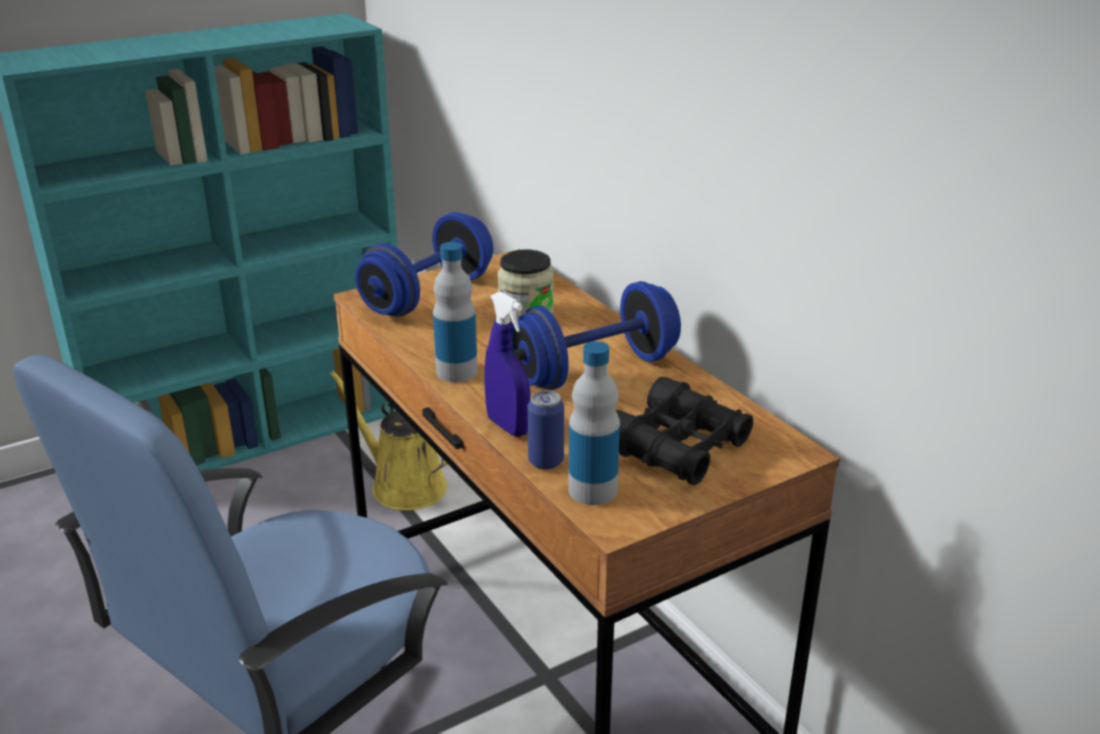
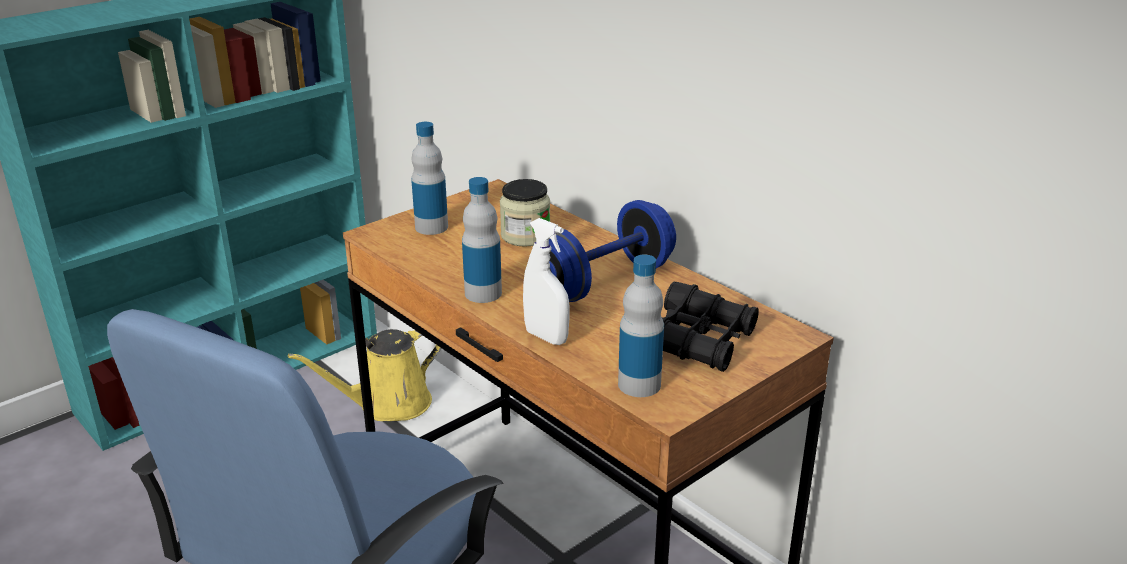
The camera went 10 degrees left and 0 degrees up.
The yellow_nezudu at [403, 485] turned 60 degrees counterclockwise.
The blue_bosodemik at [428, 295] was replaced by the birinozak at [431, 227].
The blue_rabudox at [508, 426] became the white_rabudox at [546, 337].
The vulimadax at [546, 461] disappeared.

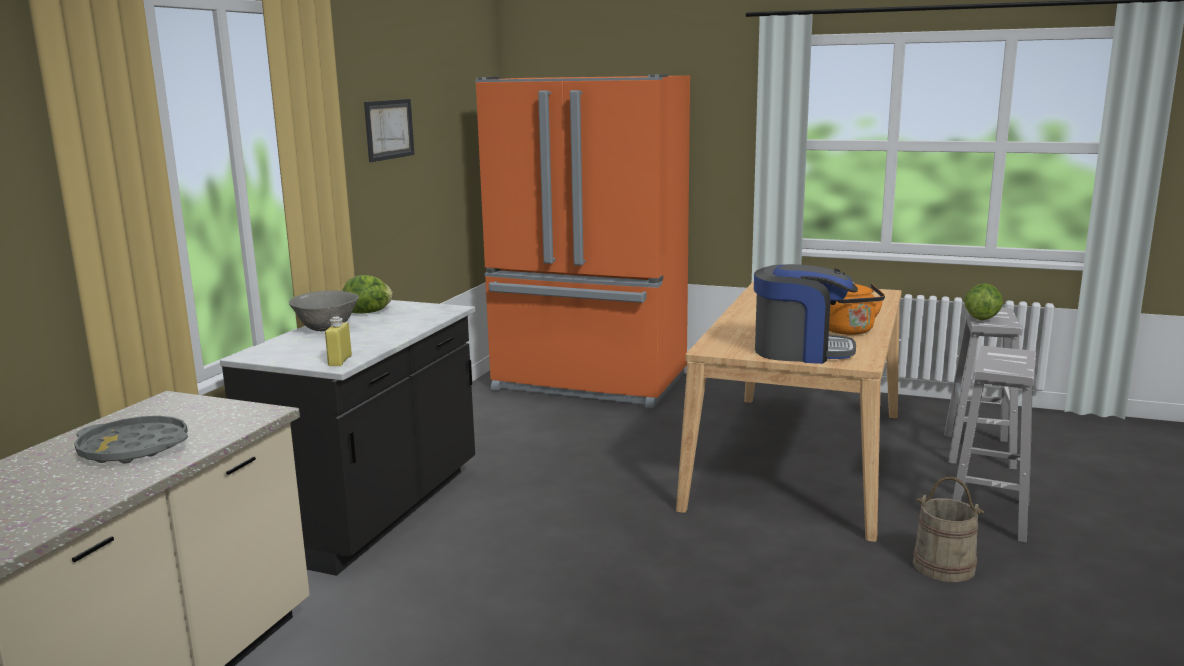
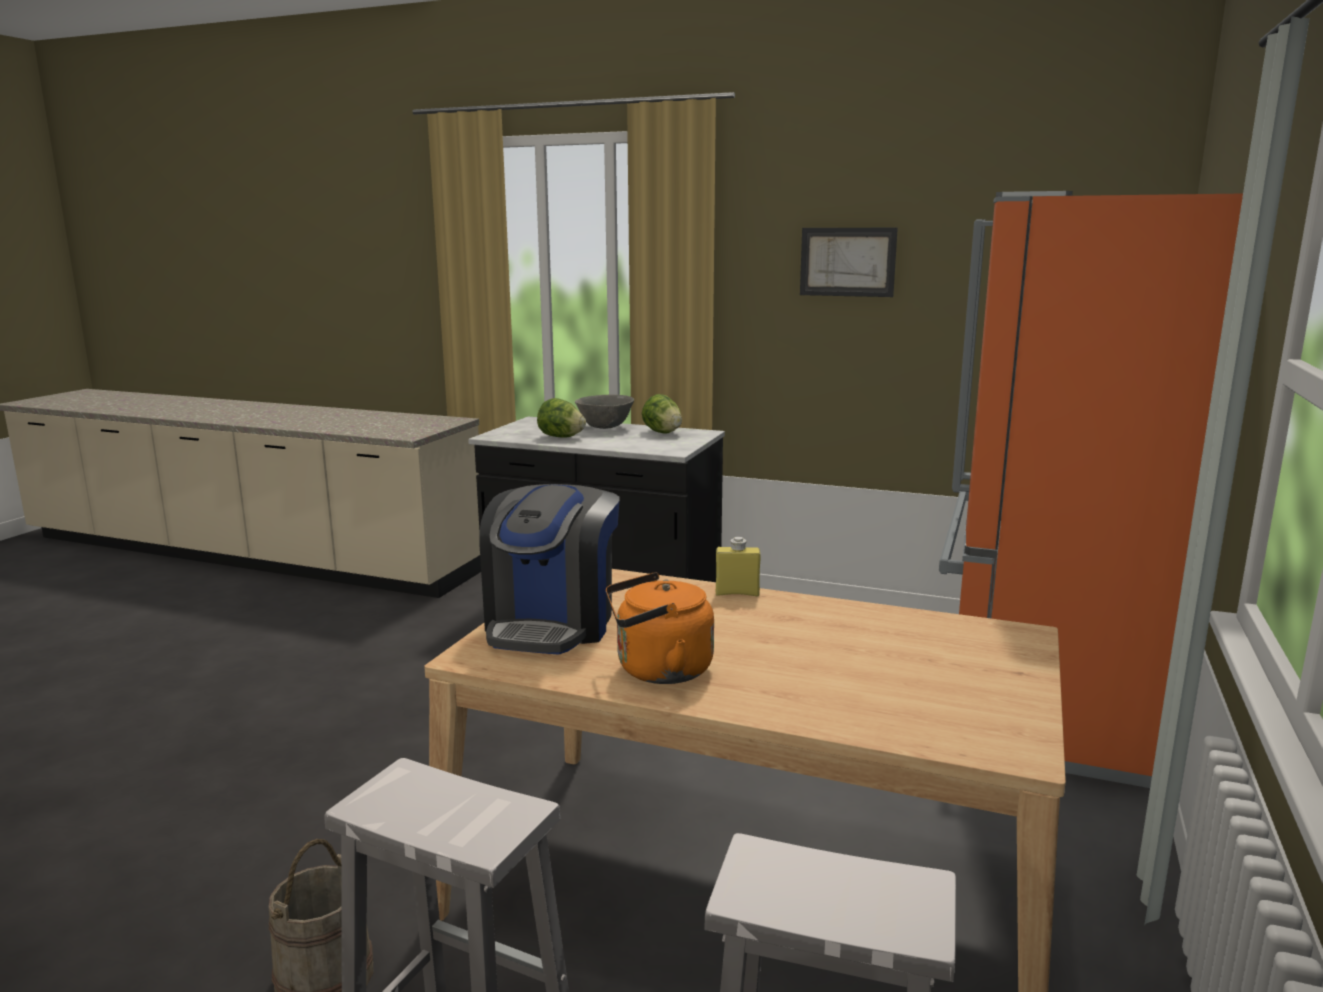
The camera went 90 degrees right and 0 degrees up.
The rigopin moved from [981, 318] to [561, 437].
The yellow_birinozak moved from [340, 361] to [737, 593].
The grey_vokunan at [134, 448] disappeared.

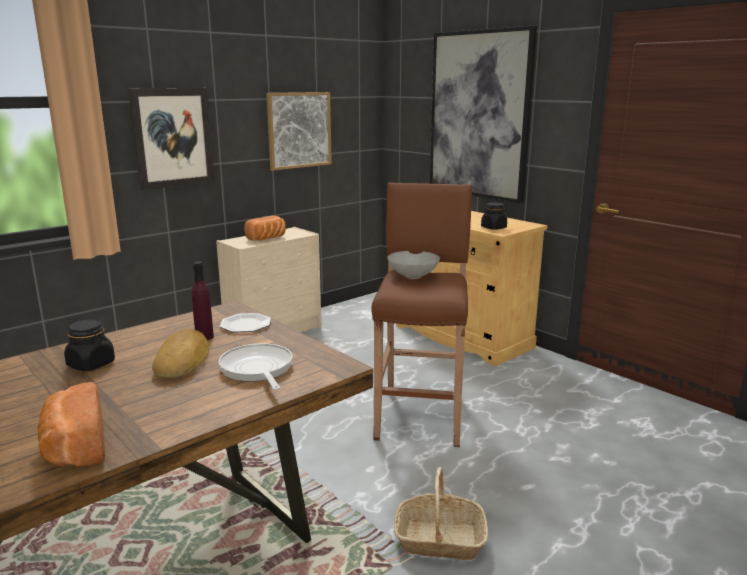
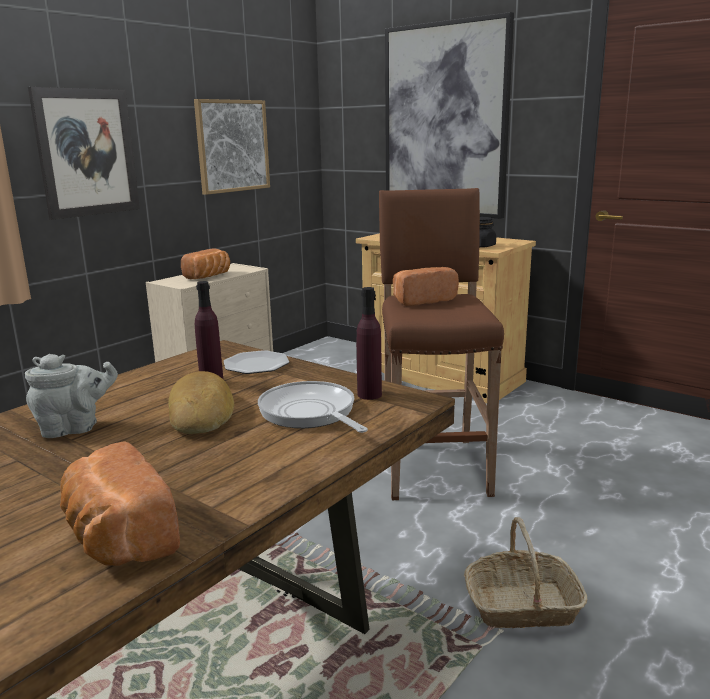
The camera went 10 degrees left and 0 degrees up.
The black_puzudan at [91, 364] was replaced by the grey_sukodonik at [75, 428].
The purple_birinozak at [369, 395] appeared.
The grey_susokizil at [413, 276] was replaced by the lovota at [422, 300].

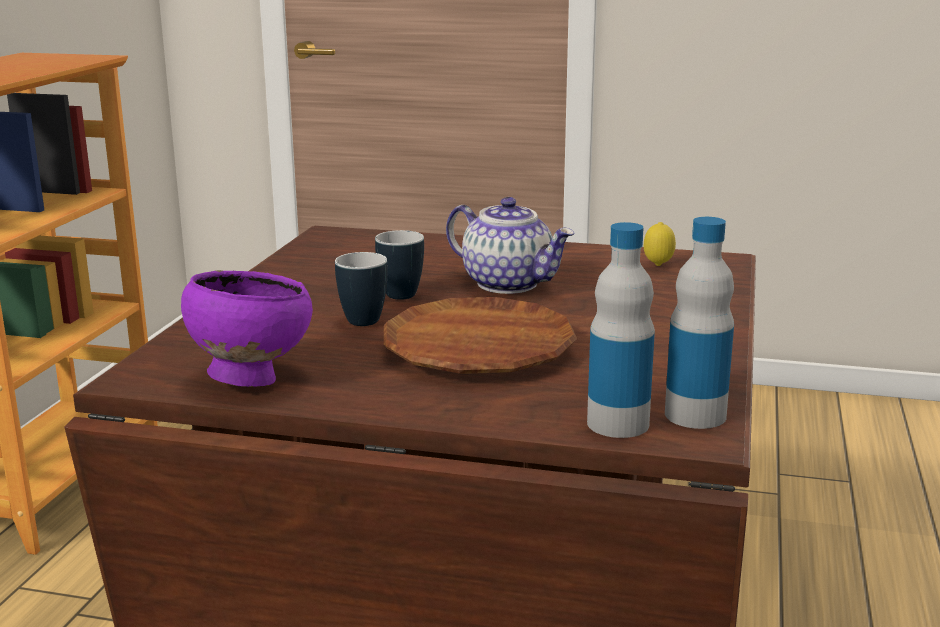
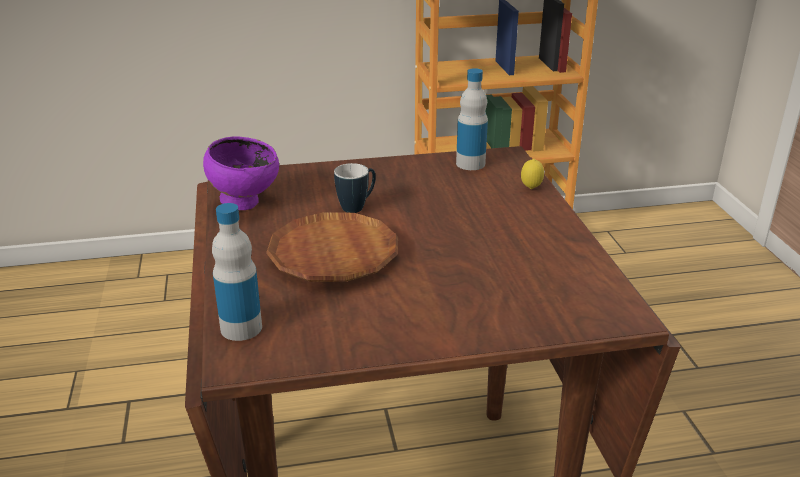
The camera went 65 degrees right and 10 degrees up.
The birinozak moved from [695, 415] to [470, 164].
The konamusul moved from [658, 266] to [531, 188].
The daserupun at [405, 292] disappeared.
The sukodonik at [509, 284] disappeared.

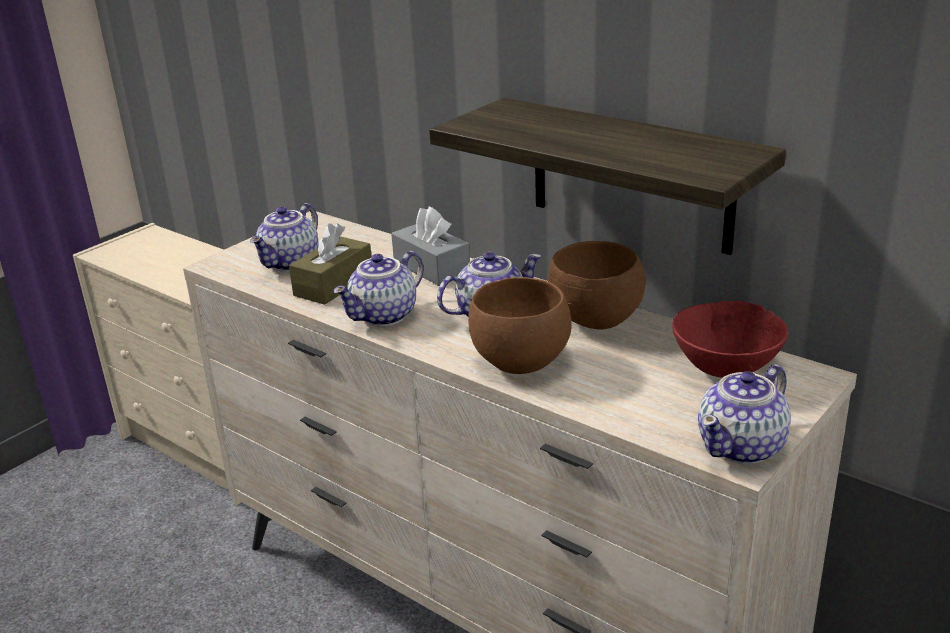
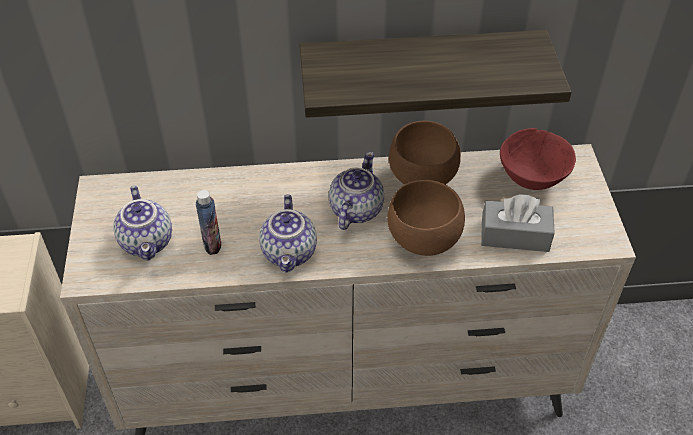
The camera went 45 degrees left and 20 degrees up.
The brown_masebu at [334, 284] was replaced by the birinozak at [212, 244].
The grey_masebu moved from [431, 268] to [515, 235].
The sukodonik at [742, 446] disappeared.

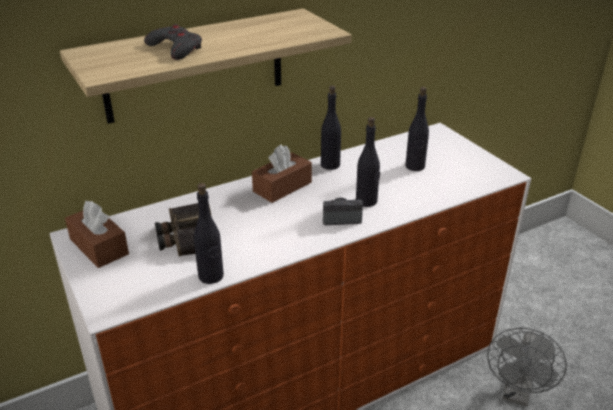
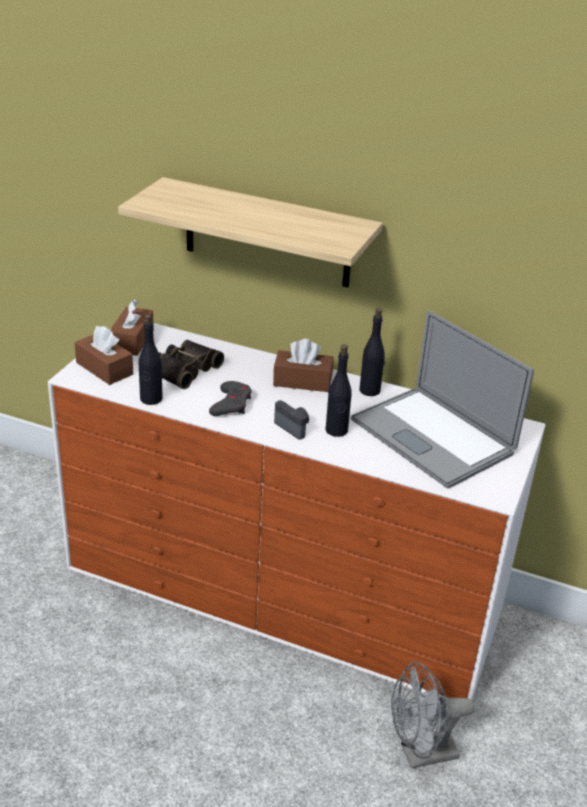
The camera went 50 degrees right and 0 degrees up.
The brown_masebu at [104, 368] appeared.
The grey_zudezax moved from [175, 48] to [231, 404].
The black_birinozak at [415, 166] was replaced by the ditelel at [432, 436].

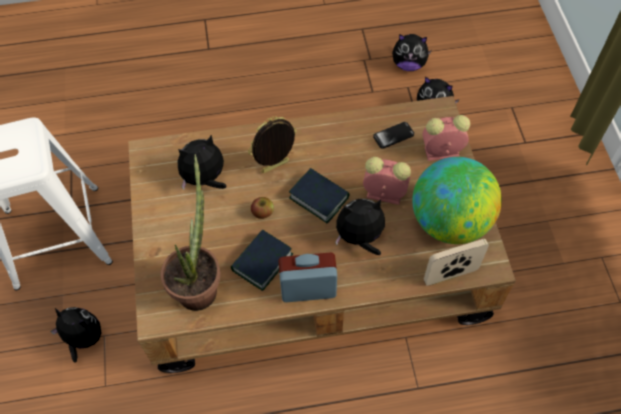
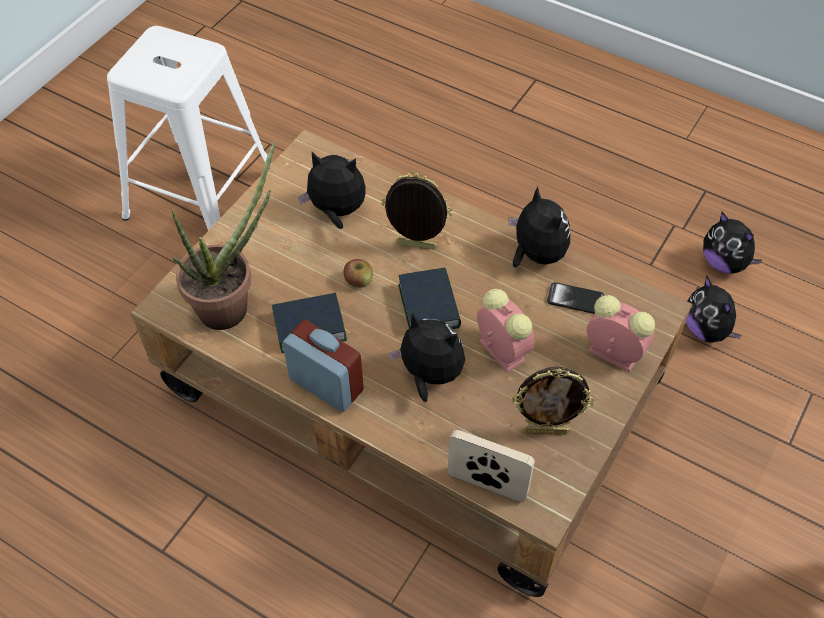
The camera went 40 degrees right and 5 degrees down.
The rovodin moved from [83, 339] to [536, 255].
The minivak at [450, 221] was replaced by the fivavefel at [545, 430].

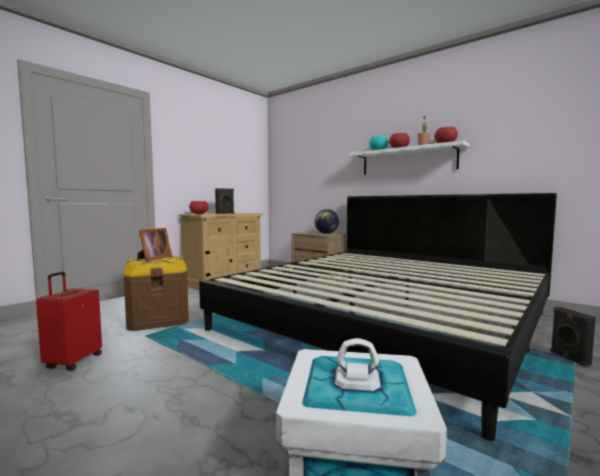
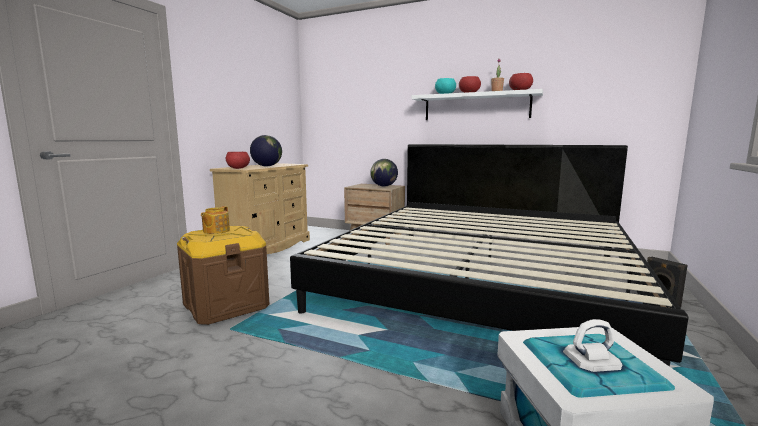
The camera went 15 degrees left and 5 degrees up.
The fivavefel at [153, 258] was replaced by the sukodonik at [215, 231].
The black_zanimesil at [225, 213] was replaced by the minivak at [267, 166].
The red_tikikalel at [73, 362] disappeared.

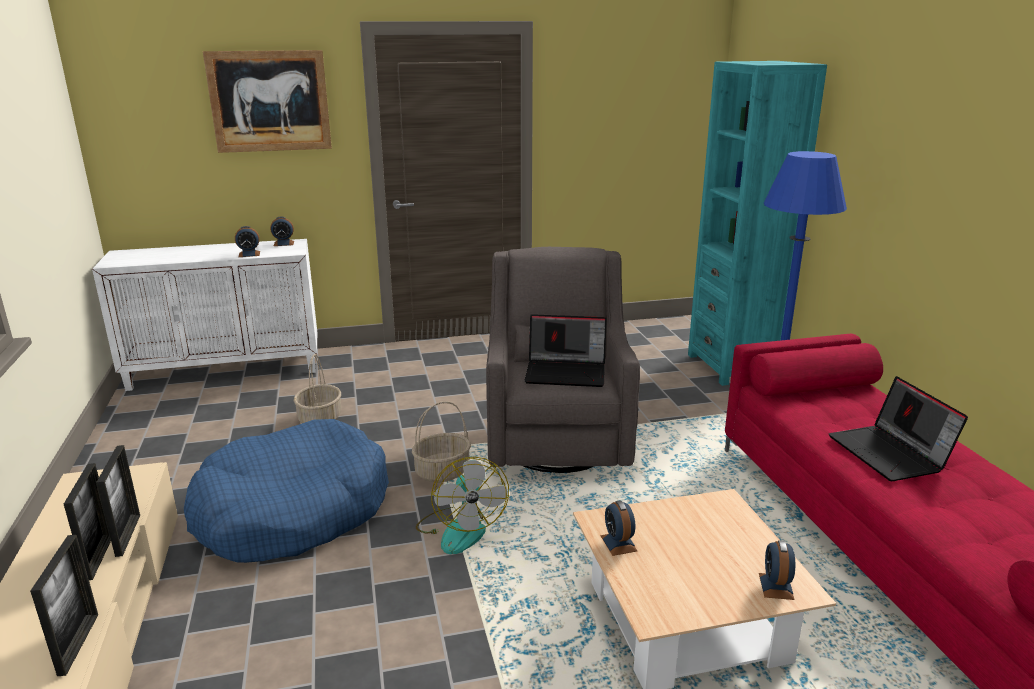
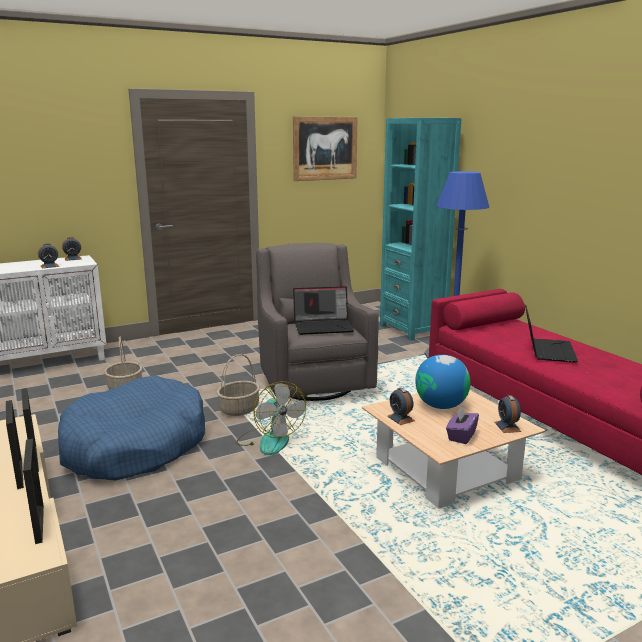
The camera went 15 degrees left and 5 degrees down.
The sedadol moved from [269, 101] to [325, 148].
The minivak at [441, 406] appeared.
The purple_masebu at [461, 436] appeared.
The ditelel at [890, 454] turned 135 degrees counterclockwise.

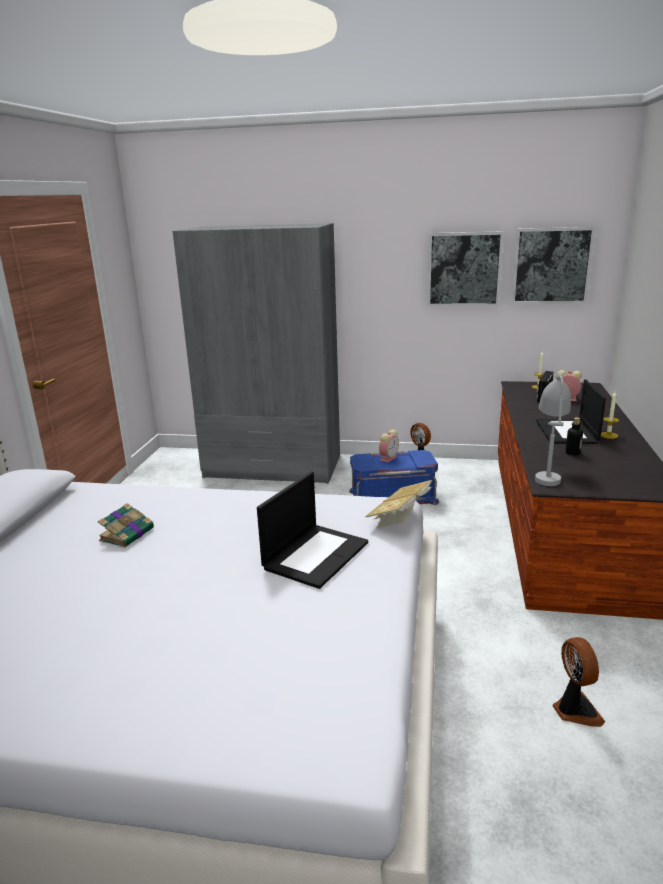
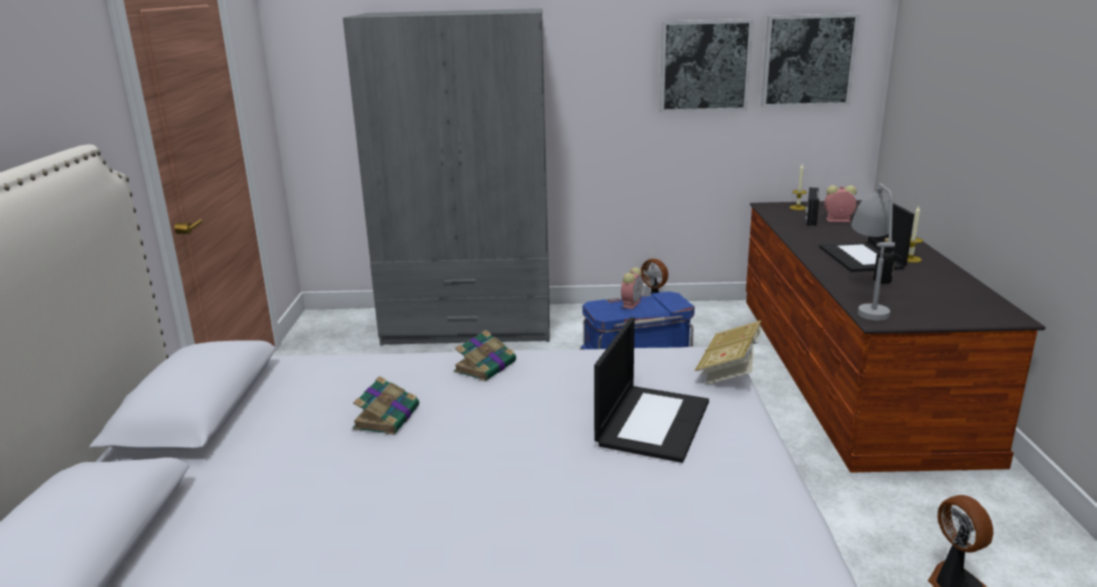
The camera went 10 degrees left and 0 degrees up.
The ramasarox at [486, 366] appeared.

